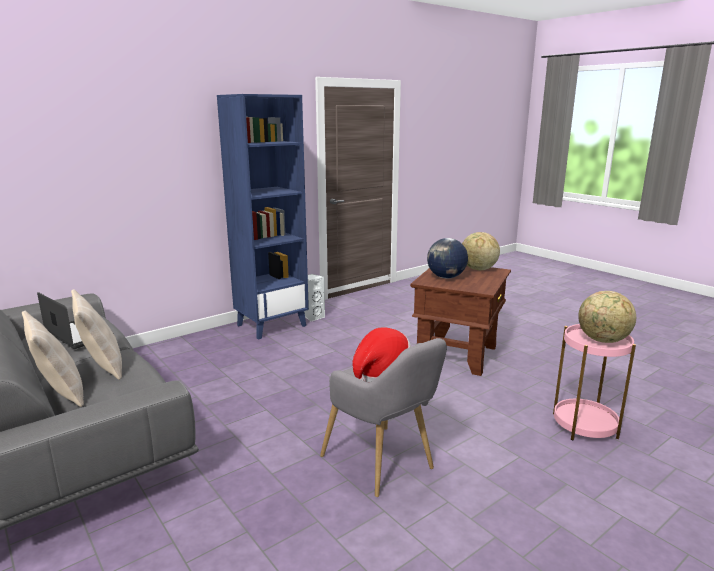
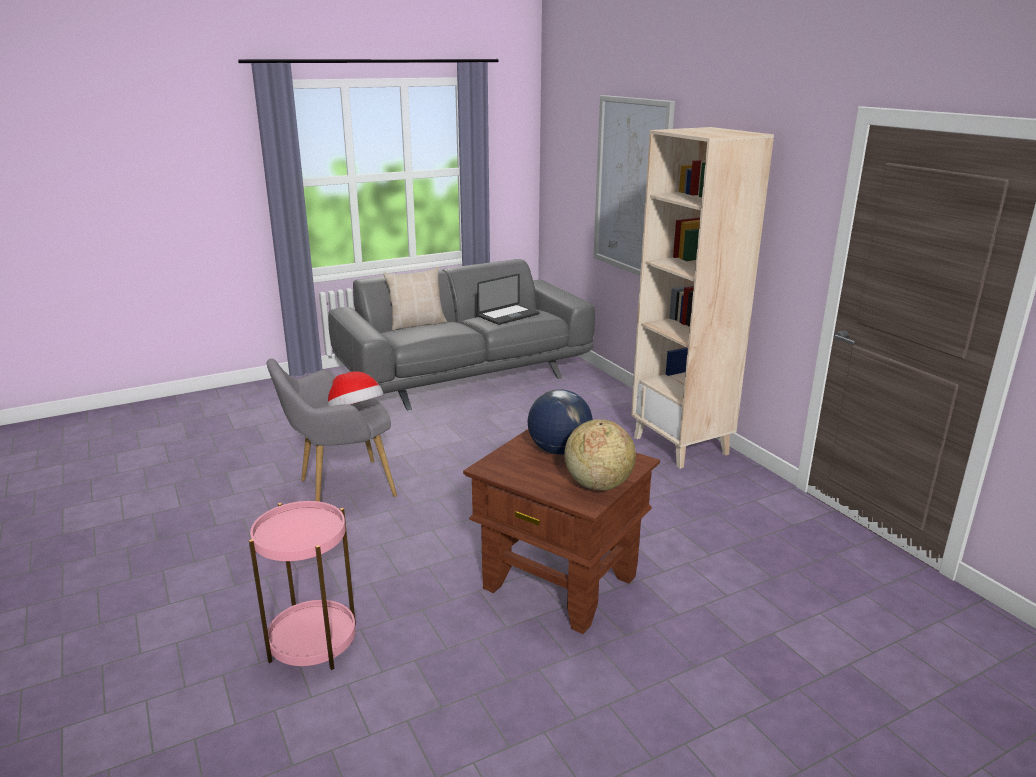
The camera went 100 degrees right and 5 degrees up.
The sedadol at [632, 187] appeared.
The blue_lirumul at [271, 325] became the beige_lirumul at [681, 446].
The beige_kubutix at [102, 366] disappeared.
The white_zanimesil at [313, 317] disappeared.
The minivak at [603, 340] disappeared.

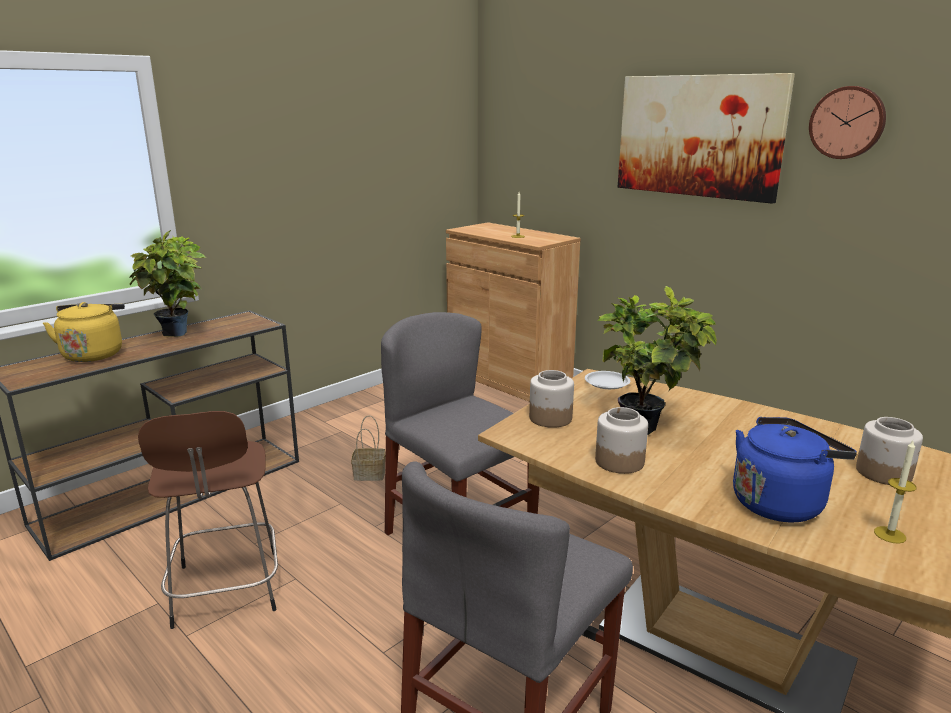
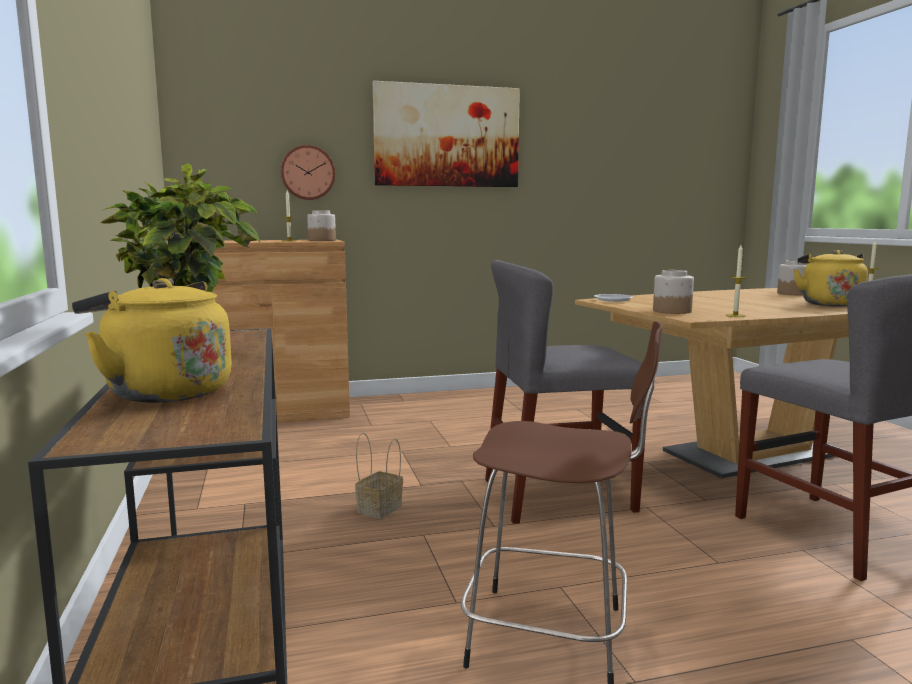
The camera went 60 degrees left and 10 degrees down.
The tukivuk moved from [847, 122] to [307, 173].
The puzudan moved from [619, 461] to [321, 240].
The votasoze at [735, 315] appeared.
The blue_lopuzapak at [780, 502] became the yellow_lopuzapak at [829, 304].
The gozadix at [648, 428] disappeared.

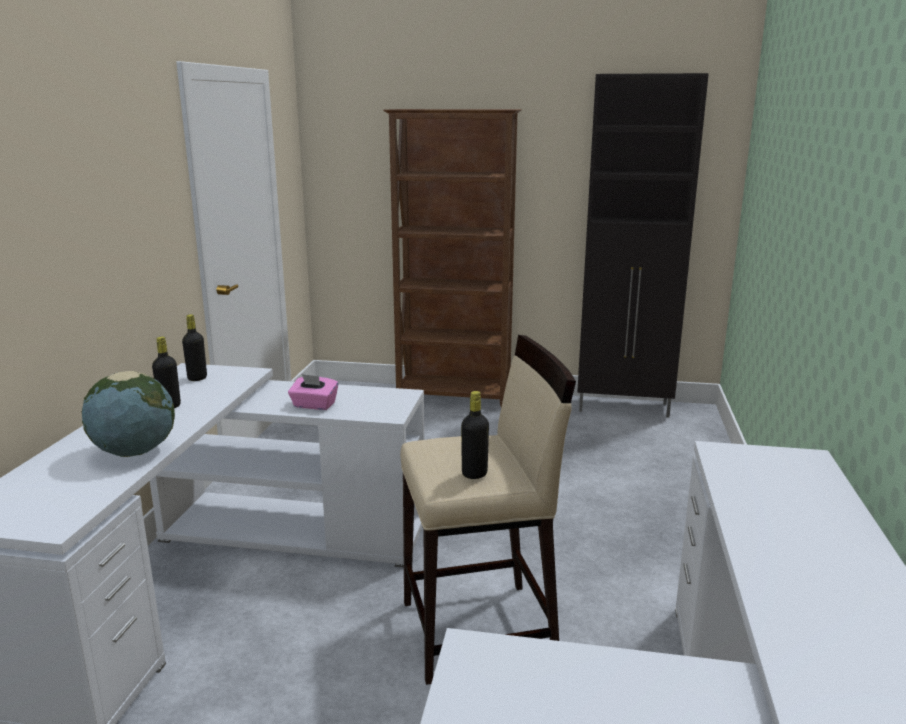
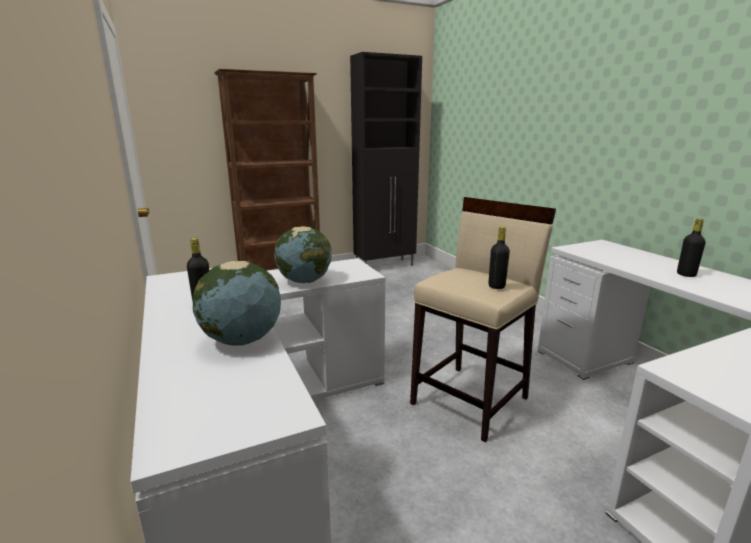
The camera went 35 degrees left and 0 degrees up.
The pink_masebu at [314, 405] was replaced by the minivak at [305, 281].
The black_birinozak moved from [197, 378] to [686, 274].

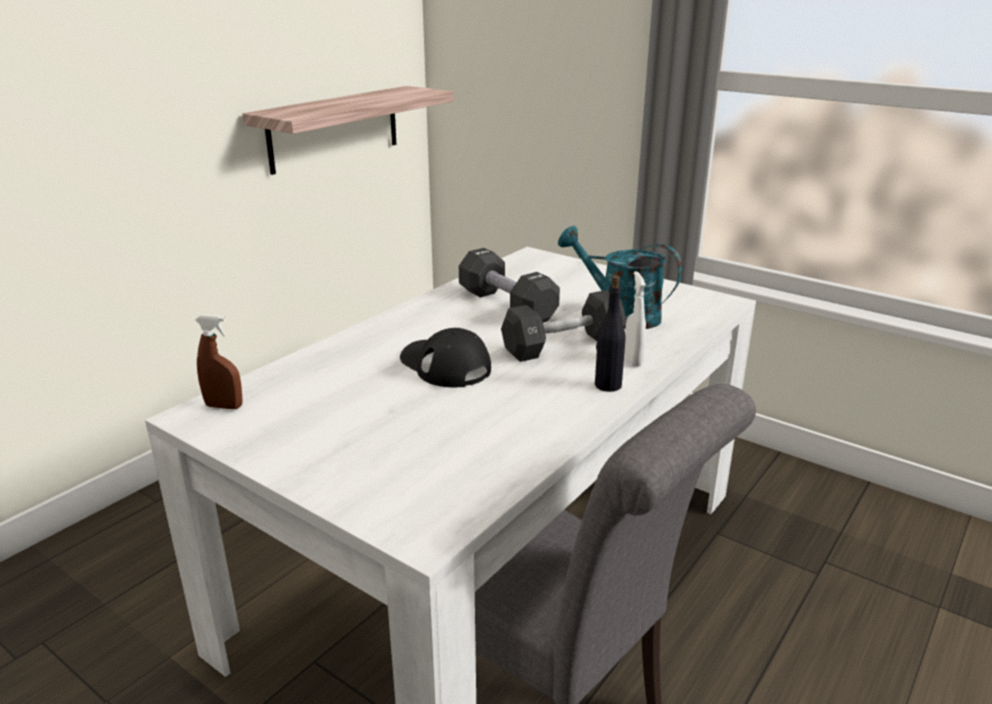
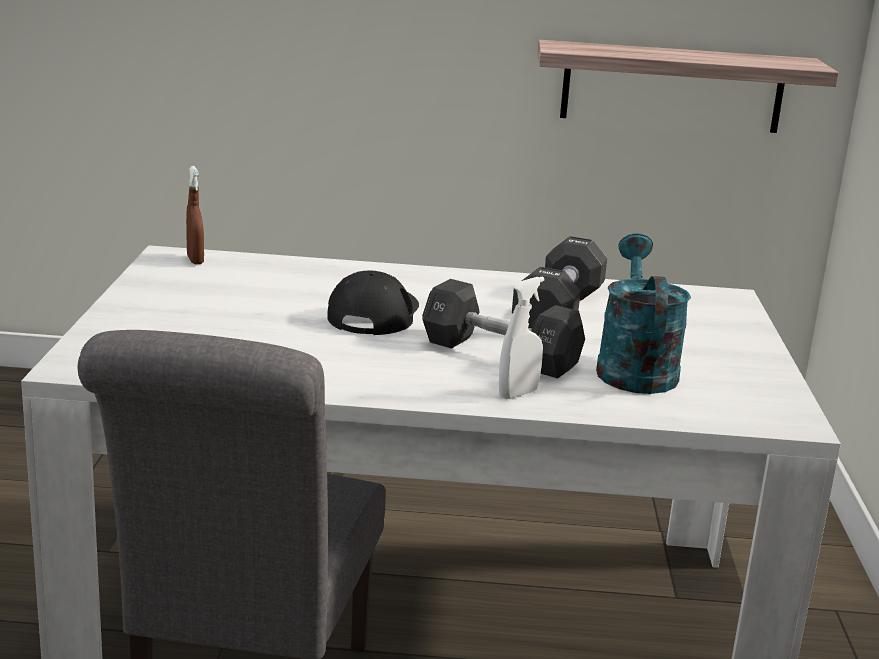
The camera went 55 degrees right and 5 degrees down.
The black_birinozak at [607, 385] disappeared.

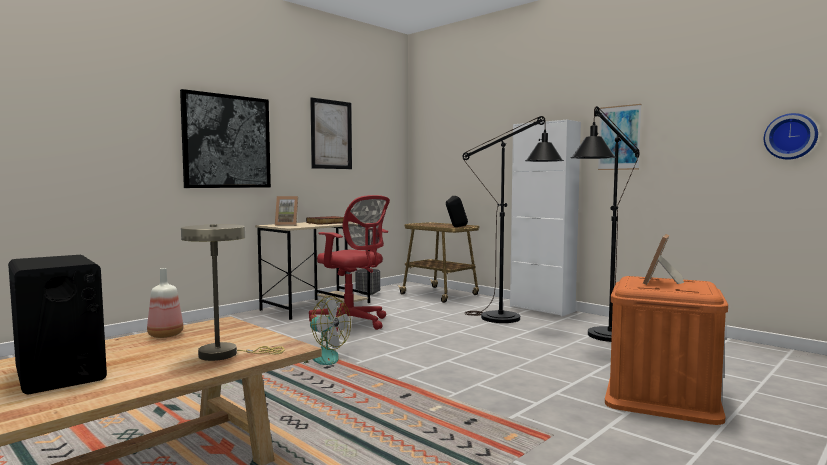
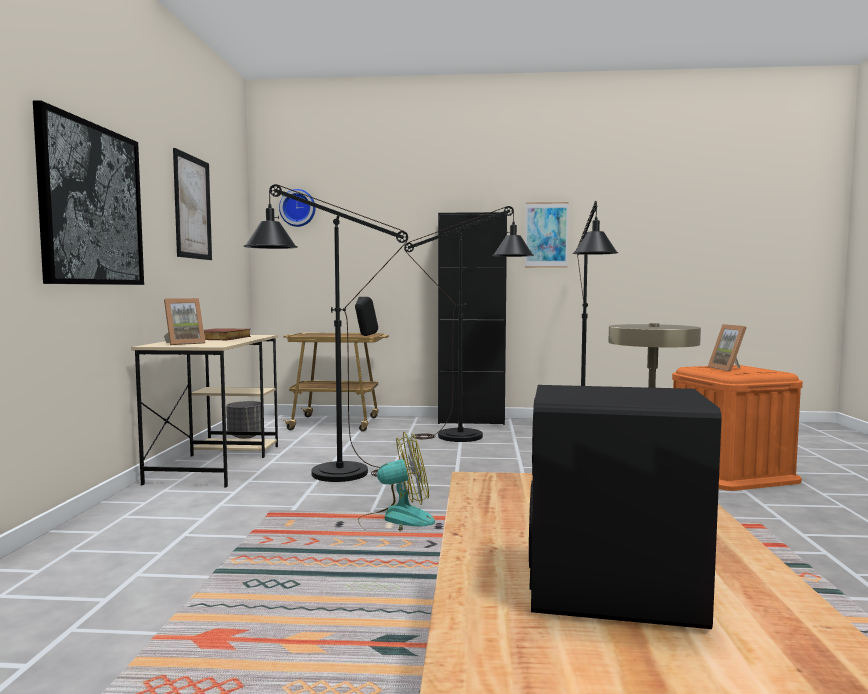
The camera went 40 degrees left and 0 degrees up.
The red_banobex at [352, 323] was replaced by the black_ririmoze at [323, 473].
The tukivuk moved from [791, 136] to [298, 208].
The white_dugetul at [542, 309] became the black_dugetul at [471, 421].
The birinozak at [164, 335] disappeared.

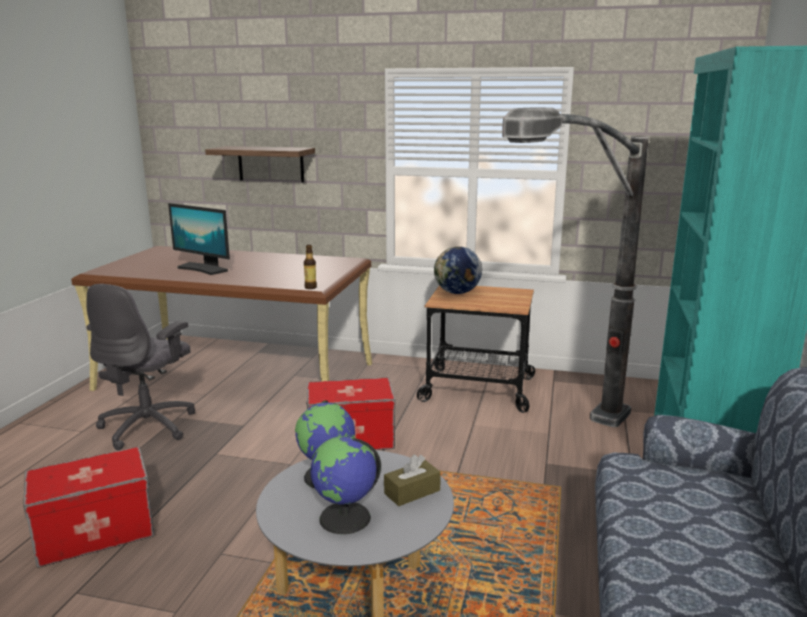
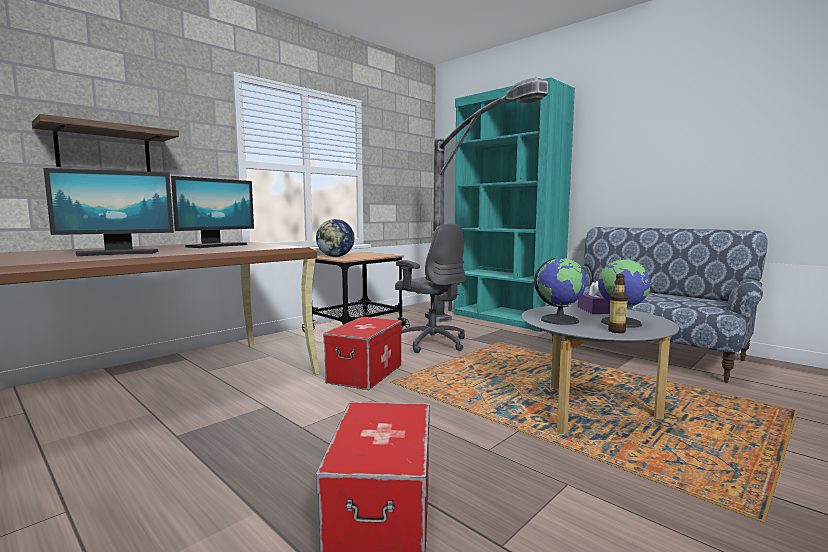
The camera went 60 degrees left and 10 degrees down.
The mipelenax at [217, 246] appeared.
The grey_banobex moved from [149, 426] to [431, 342].
The brown_masebu at [412, 492] became the purple_masebu at [593, 310].
The birinozak moved from [310, 287] to [616, 331].

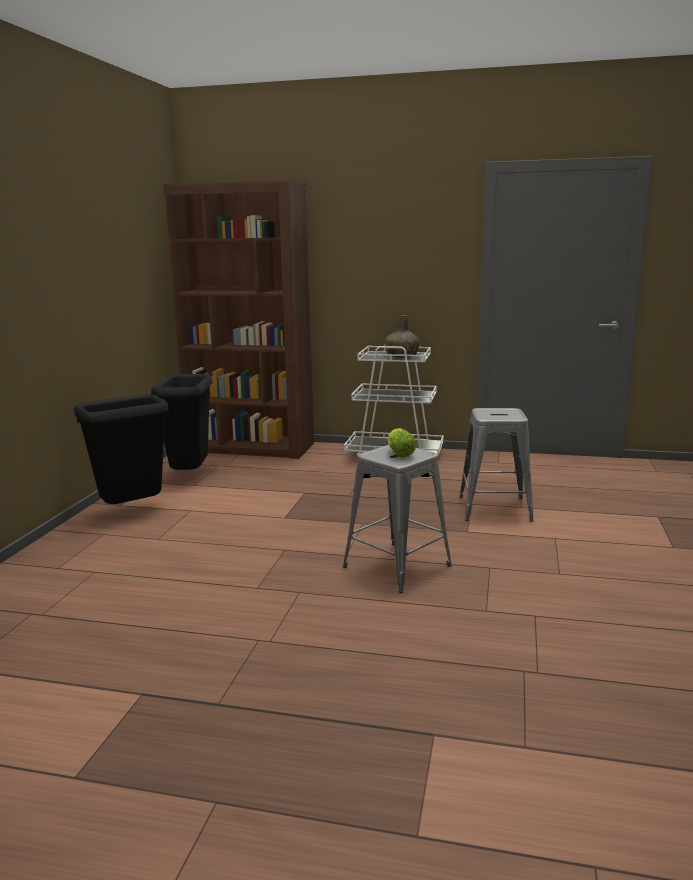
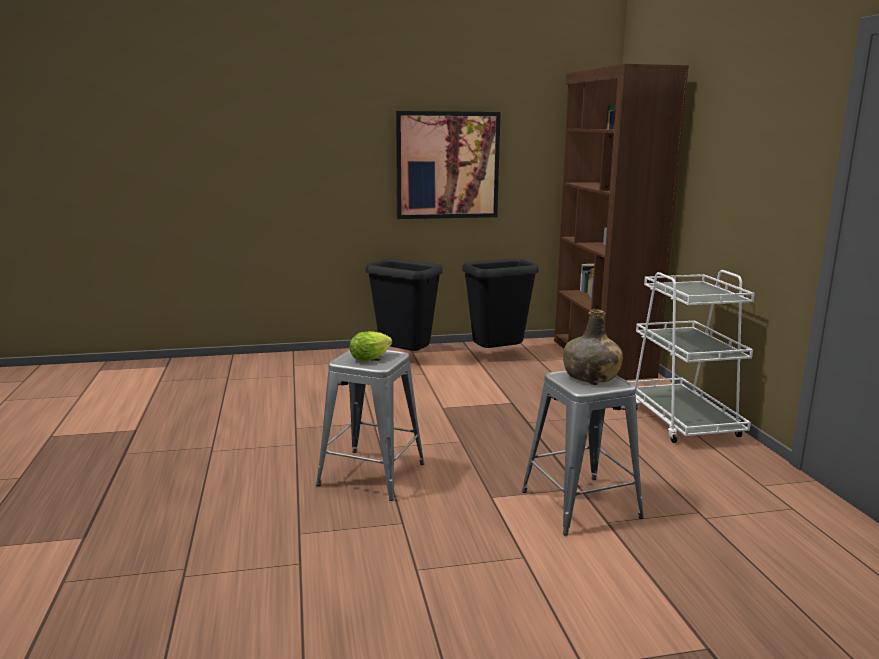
The camera went 65 degrees right and 0 degrees up.
The sedadol at [447, 165] appeared.
The green_birinozak moved from [402, 356] to [591, 376].

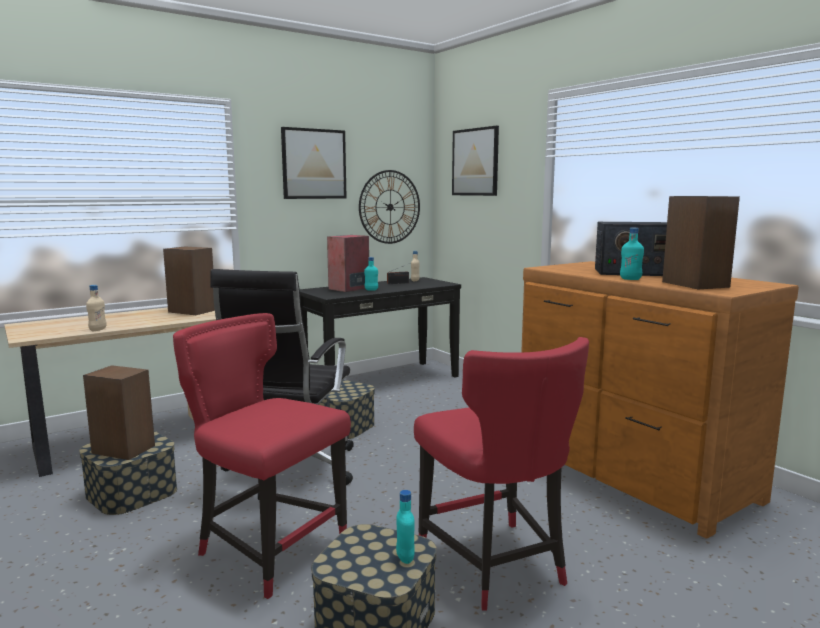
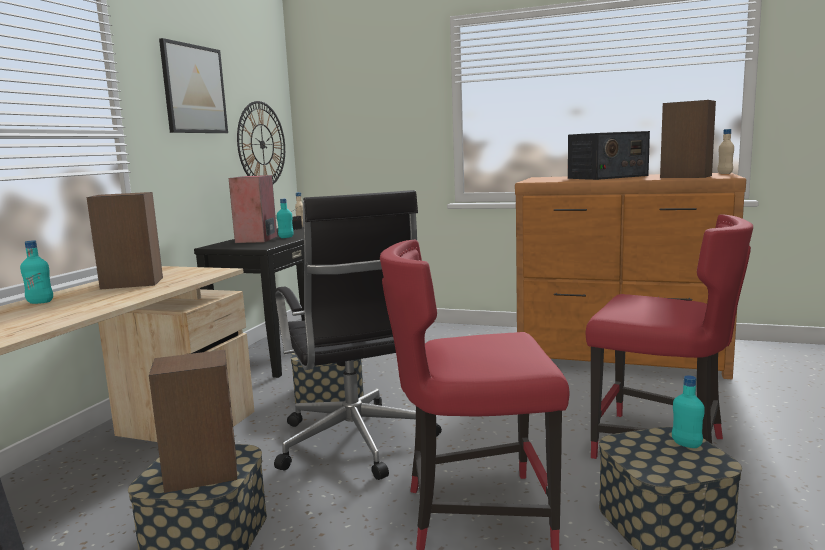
The camera went 35 degrees left and 0 degrees up.
The turquoise_birinozak moved from [630, 279] to [40, 302].
The beige_birinozak moved from [98, 330] to [724, 173].
The sedadol at [475, 162] disappeared.

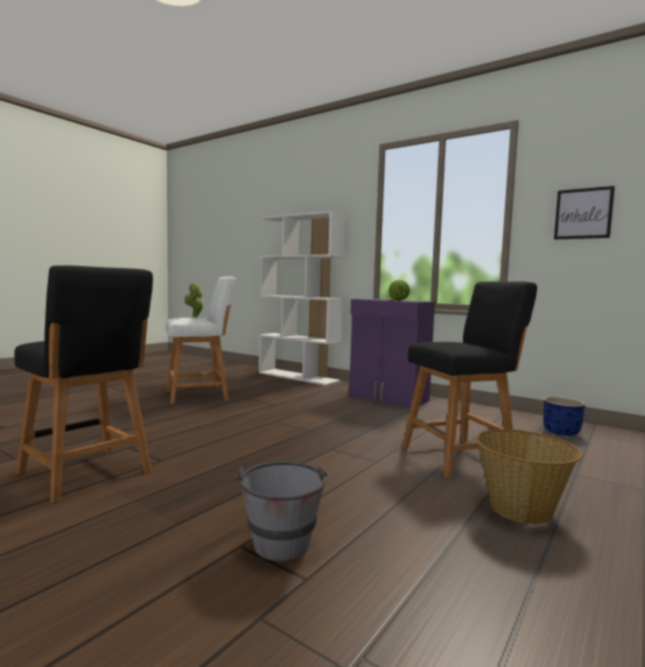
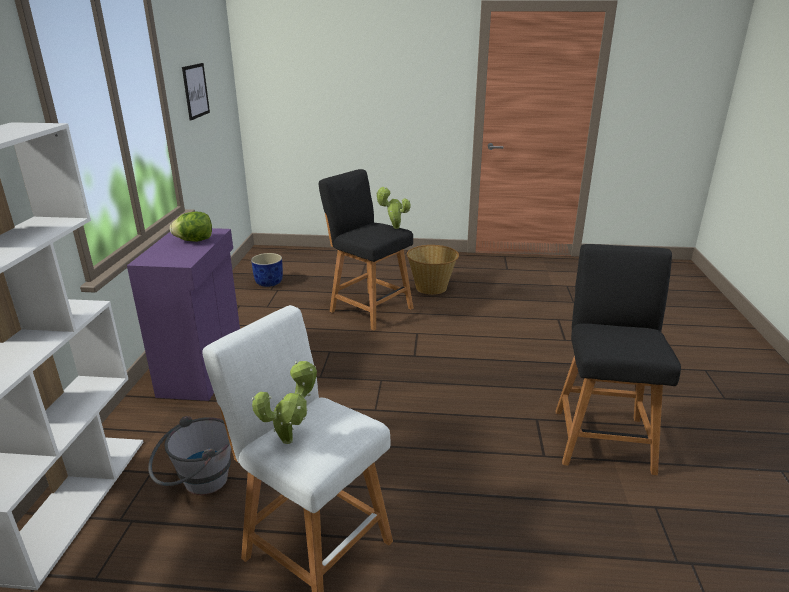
The camera went 120 degrees left and 20 degrees up.
The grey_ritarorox moved from [280, 538] to [197, 484].
The gozadix at [394, 228] appeared.

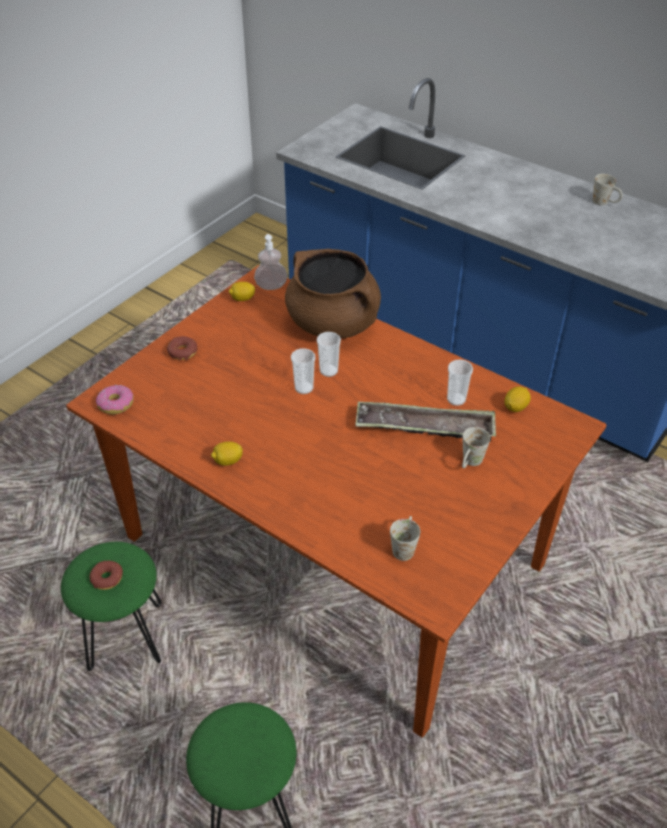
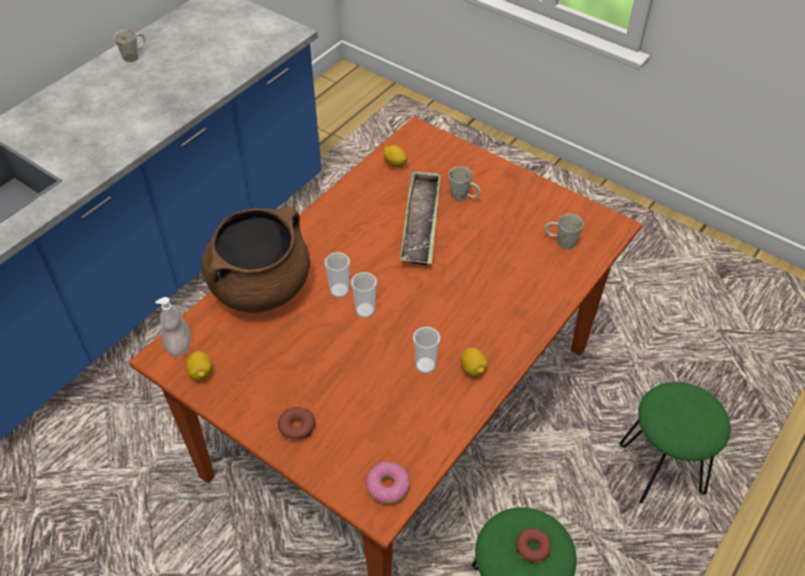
The camera went 90 degrees left and 5 degrees up.
The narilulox moved from [456, 399] to [425, 365].

